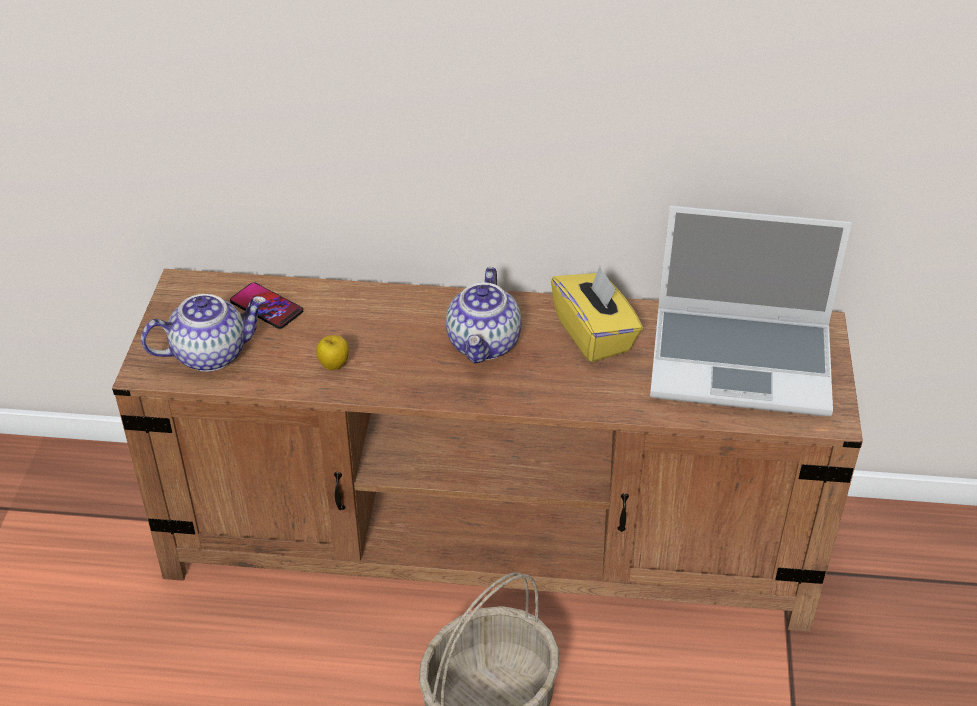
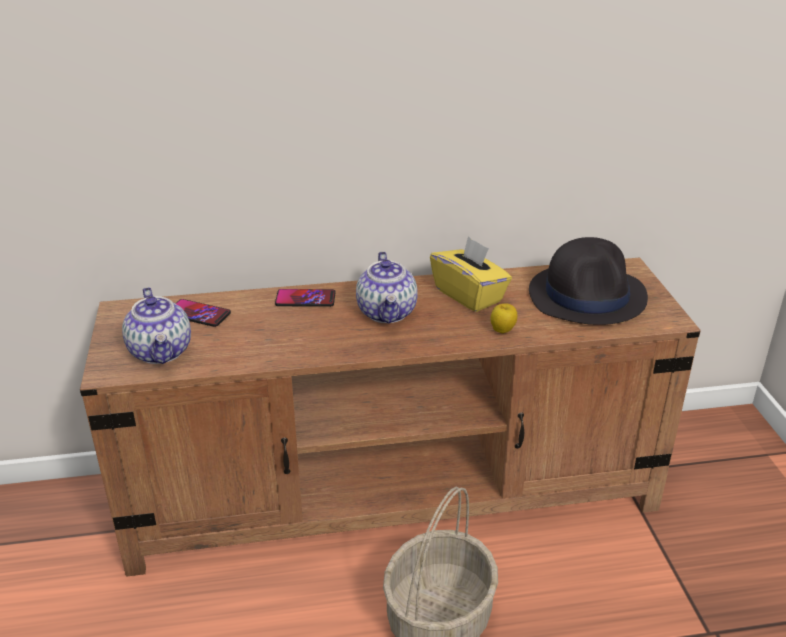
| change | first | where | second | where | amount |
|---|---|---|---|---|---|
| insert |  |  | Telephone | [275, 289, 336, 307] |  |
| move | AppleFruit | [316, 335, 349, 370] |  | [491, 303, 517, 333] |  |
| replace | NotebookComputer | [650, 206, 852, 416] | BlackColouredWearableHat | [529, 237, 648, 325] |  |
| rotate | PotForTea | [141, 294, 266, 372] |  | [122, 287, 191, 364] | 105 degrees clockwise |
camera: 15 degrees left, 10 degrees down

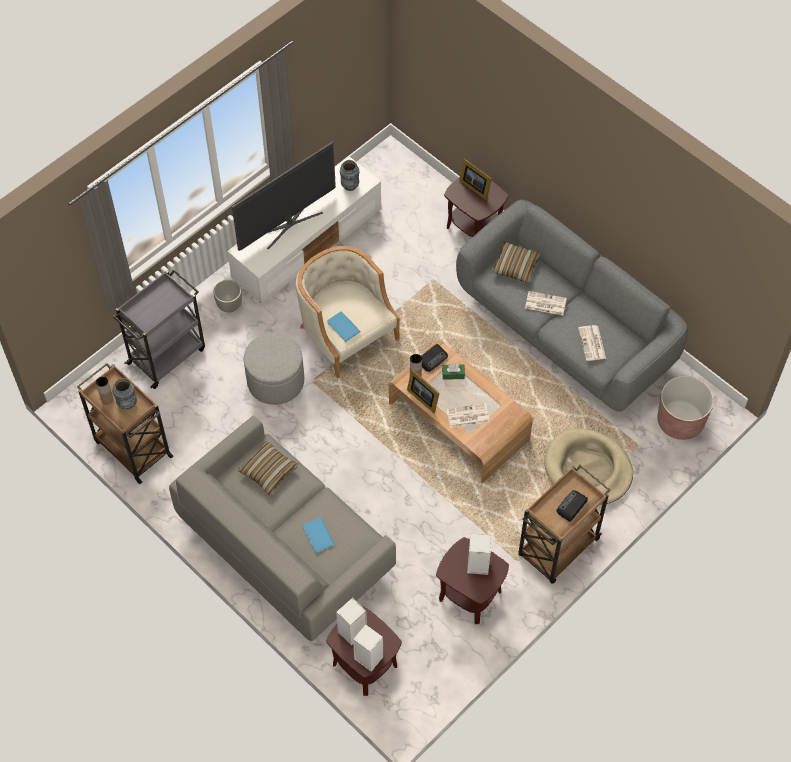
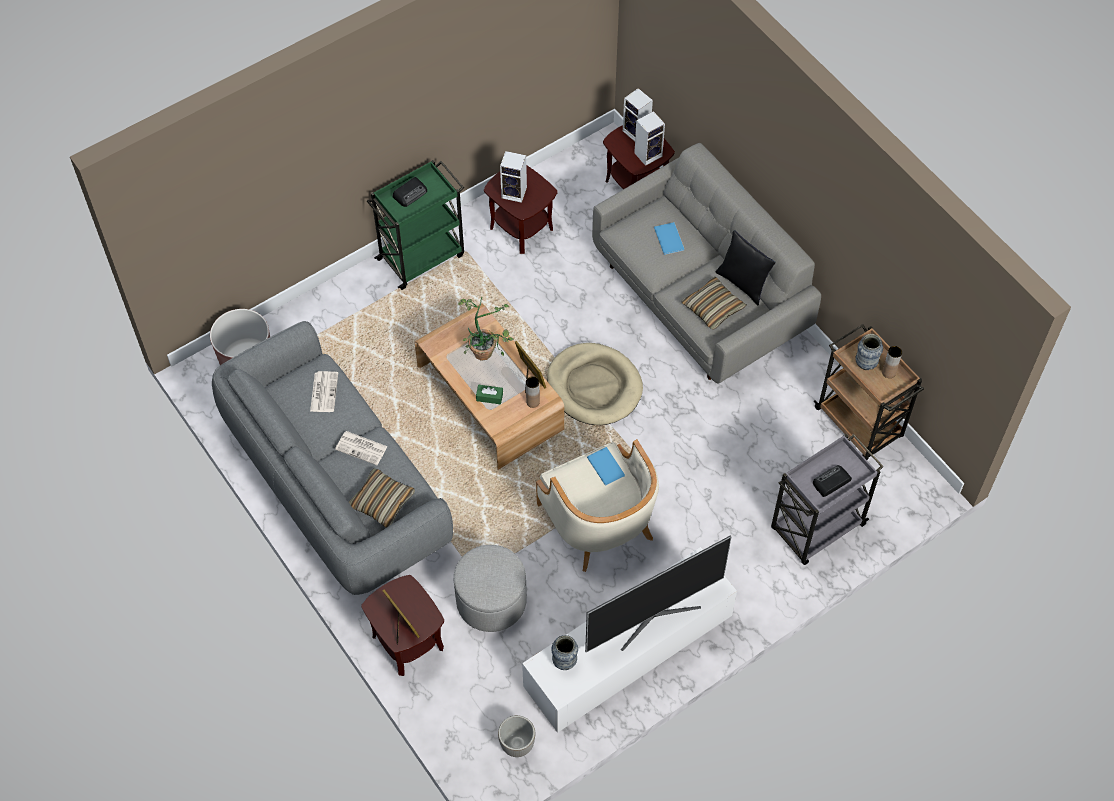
| change | first | where | second | where | amount |
|---|---|---|---|---|---|
| insert |  |  | BlackColouredCushion | [716, 230, 776, 305] |  |
| move | FlowerPot | [213, 280, 242, 312] |  | [498, 715, 535, 757] |  |
| move | GreyishFootrest | [244, 333, 304, 405] |  | [454, 545, 527, 632] |  |
| move | RadioSet | [421, 344, 448, 372] |  | [813, 465, 852, 497] |  |
| move | BeigeColouredPetBed | [545, 428, 633, 505] |  | [547, 343, 643, 425] |  |
| replace | Newspaper | [447, 403, 489, 428] | PlantInAPot | [458, 297, 514, 361] |  |
| recolor | BrownColouredCart | [518, 465, 610, 584] | GreenCart | [367, 160, 464, 290] |  |
camera: 170 degrees left, 0 degrees up

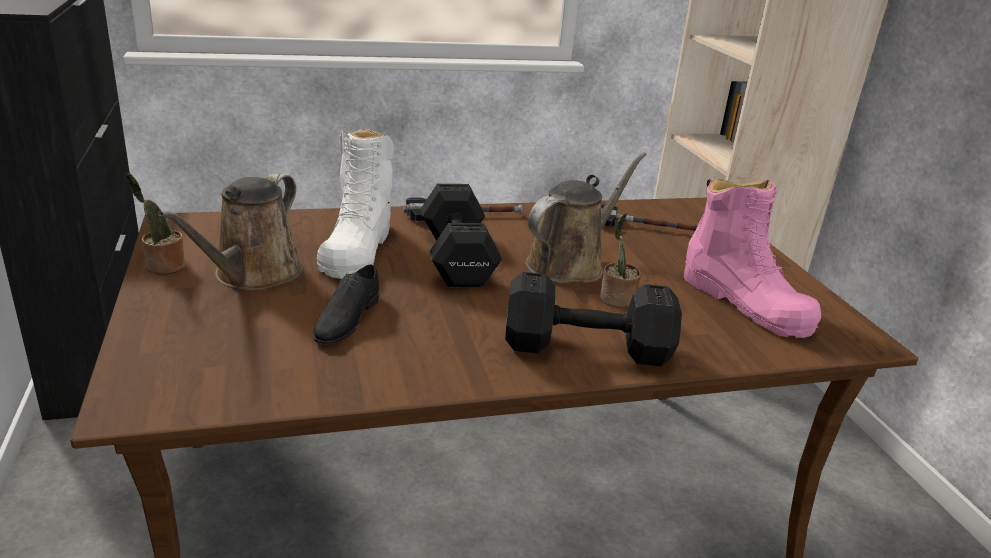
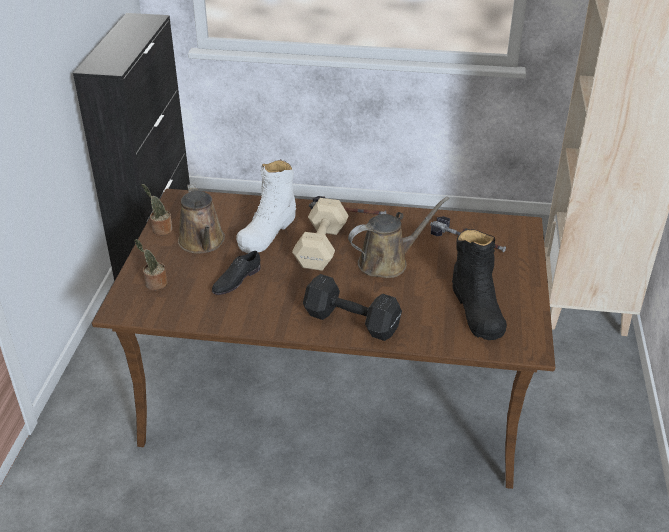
| change | first | where | second | where | amount |
|---|---|---|---|---|---|
| move | PlantInAPot | [600, 213, 641, 308] |  | [135, 239, 167, 290] |  |
| recolor | BlackColouredFreeWeight | [421, 184, 502, 287] | BeigeColouredFreeWeight | [292, 198, 349, 271] |  |
| recolor | PinkBoot | [683, 178, 821, 338] | BlackColouredBoot | [452, 228, 507, 340] |  |
| rotate | BrownColouredSprinklingCan | [158, 173, 303, 291] |  | [178, 183, 225, 254] | 60 degrees counterclockwise |
camera: 25 degrees right, 10 degrees up

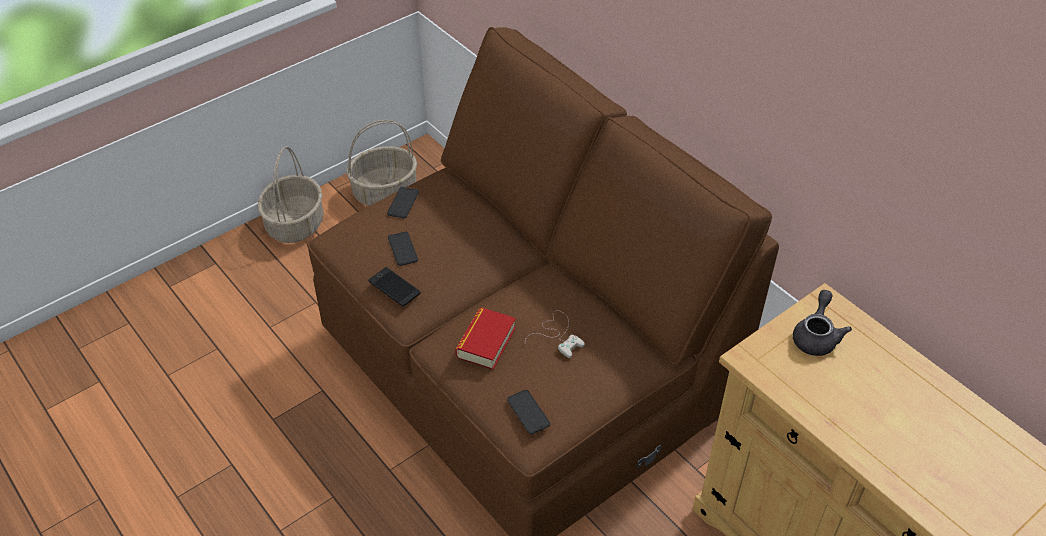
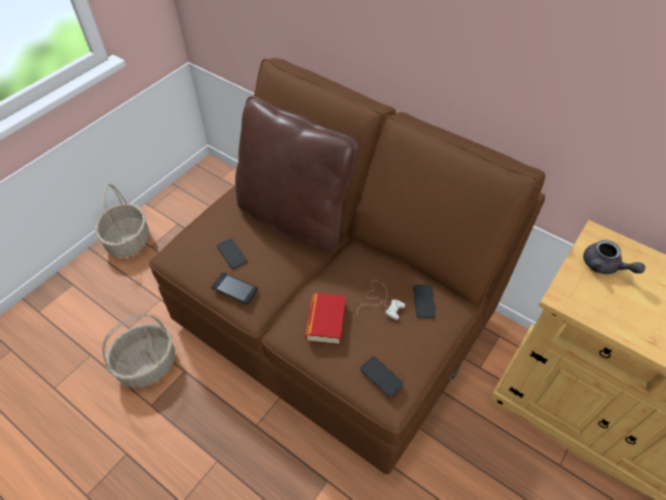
| change | first | where | second | where | amount |
|---|---|---|---|---|---|
| insert |  |  | BrownColouredCushion | [235, 96, 358, 253] |  |
| move | StorageBasket | [347, 120, 417, 206] |  | [102, 314, 175, 388] |  |
| move | Telephone | [387, 187, 419, 218] |  | [413, 285, 436, 318] |  |
| rotate | GreyishPotForTea | [793, 290, 852, 356] |  | [583, 240, 645, 274] | 135 degrees clockwise |
camera: 15 degrees left, 5 degrees up

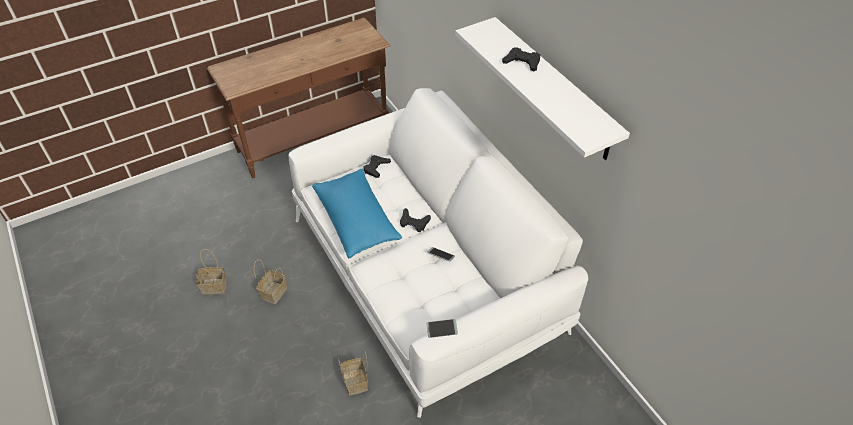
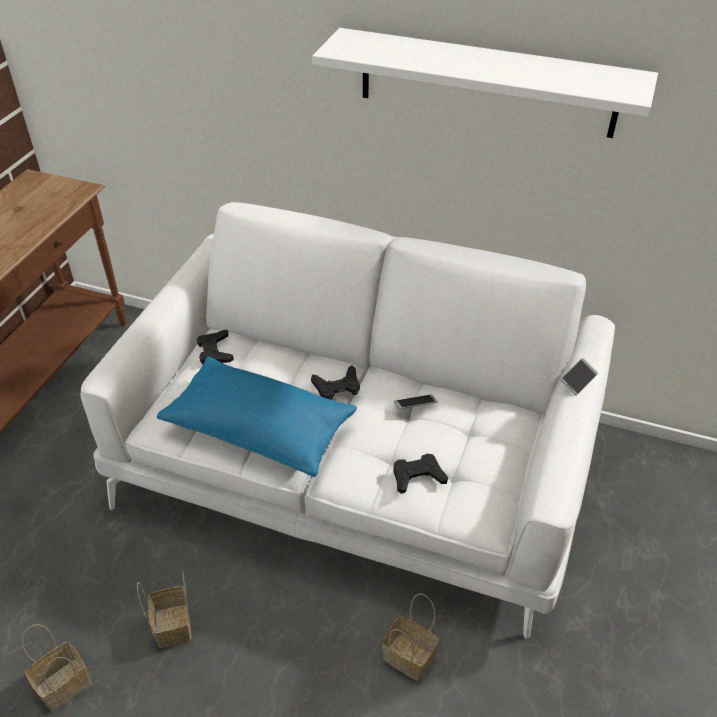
| change | first | where | second | where | amount |
|---|---|---|---|---|---|
| move | Telephone | [426, 319, 458, 338] |  | [561, 358, 598, 396] |  |
| move | BlackColouredGamepad | [502, 47, 540, 72] |  | [393, 454, 448, 494] |  |
camera: 40 degrees left, 5 degrees down

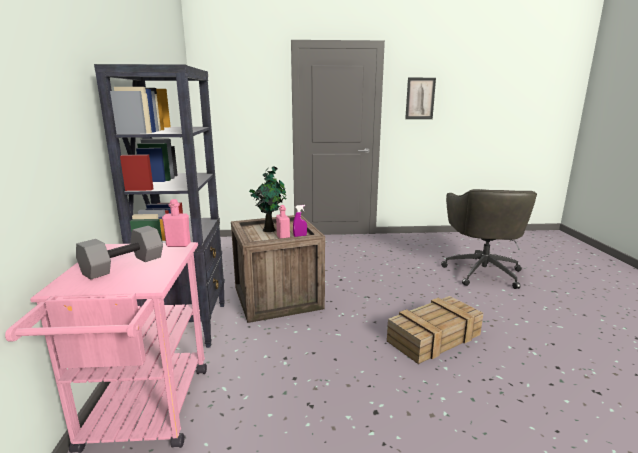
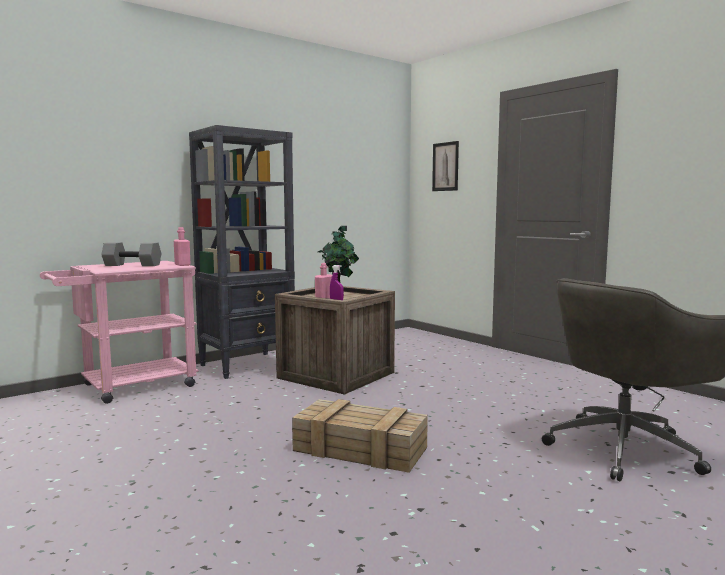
| change | first | where | second | where | amount |
|---|---|---|---|---|---|
| move | WallPicture | [405, 78, 436, 119] |  | [432, 141, 459, 191] |  |
camera: 55 degrees right, 10 degrees down

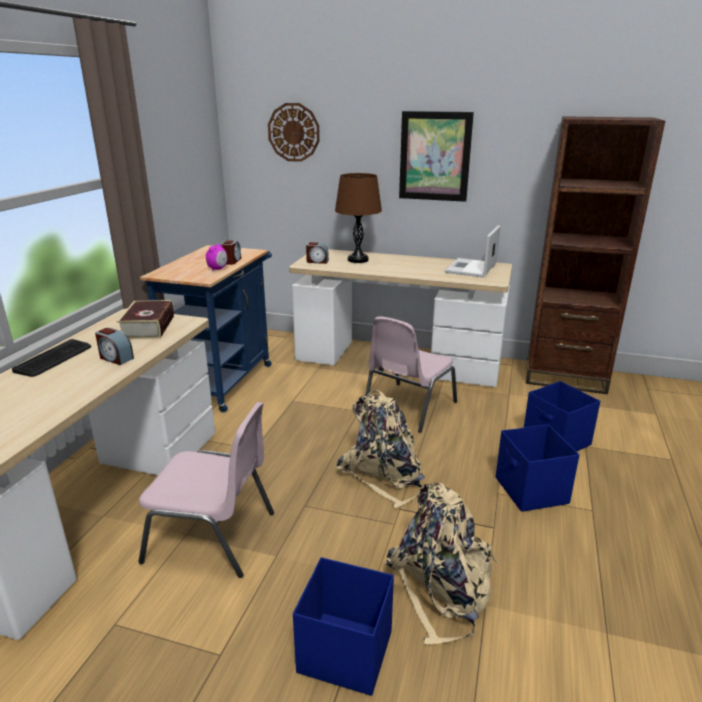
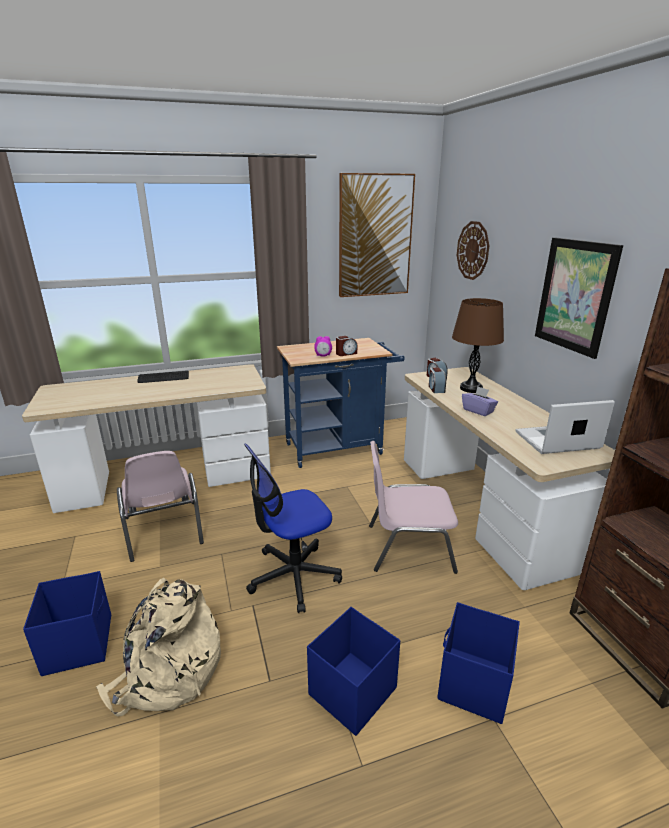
| change | first | where | second | where | amount |
|---|---|---|---|---|---|
| delete | Book | [117, 300, 174, 339] |  |  |  |
| insert |  |  | WallPicture | [339, 173, 415, 297] |  |
| insert |  |  | PurpleTissueBox | [462, 386, 498, 416] |  |
| move | AlarmClock | [95, 328, 134, 365] |  | [429, 368, 446, 393] |  |
| replace | BeigeColouredBackpack | [336, 390, 425, 508] | DeskChair | [244, 443, 342, 613] |  |
camera: 55 degrees right, 0 degrees up

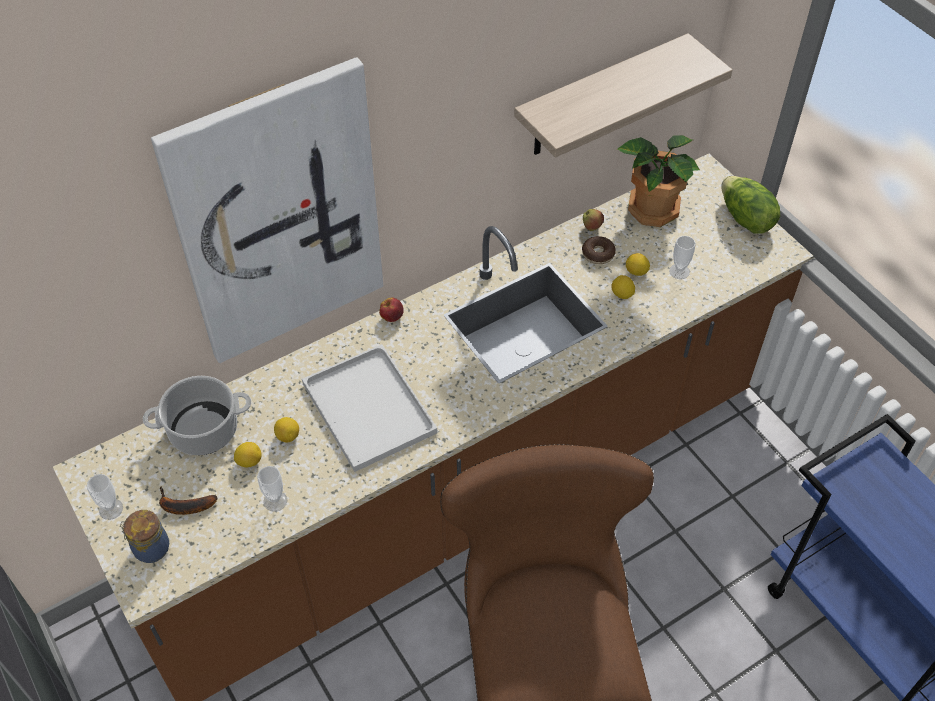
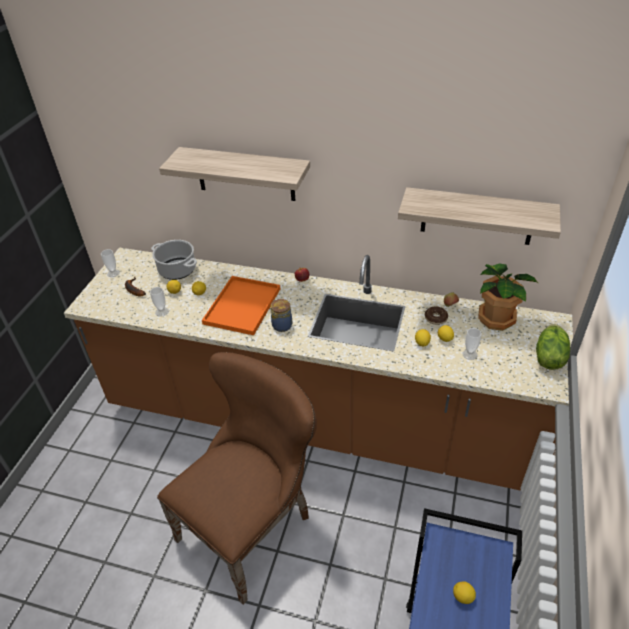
| change | first | where | second | where | amount |
|---|---|---|---|---|---|
| insert |  |  | WholeLemon | [453, 581, 476, 604] |  |
| move | PreserveJar | [120, 510, 169, 563] |  | [270, 299, 292, 332] |  |
| replace | WallPicture | [151, 57, 383, 363] | BracketShelf | [159, 147, 310, 201] |  |
| recolor | WhiteColouredServingTray | [302, 344, 437, 472] | OrangeServingTray | [202, 276, 280, 335] |  |
camera: 50 degrees right, 10 degrees down

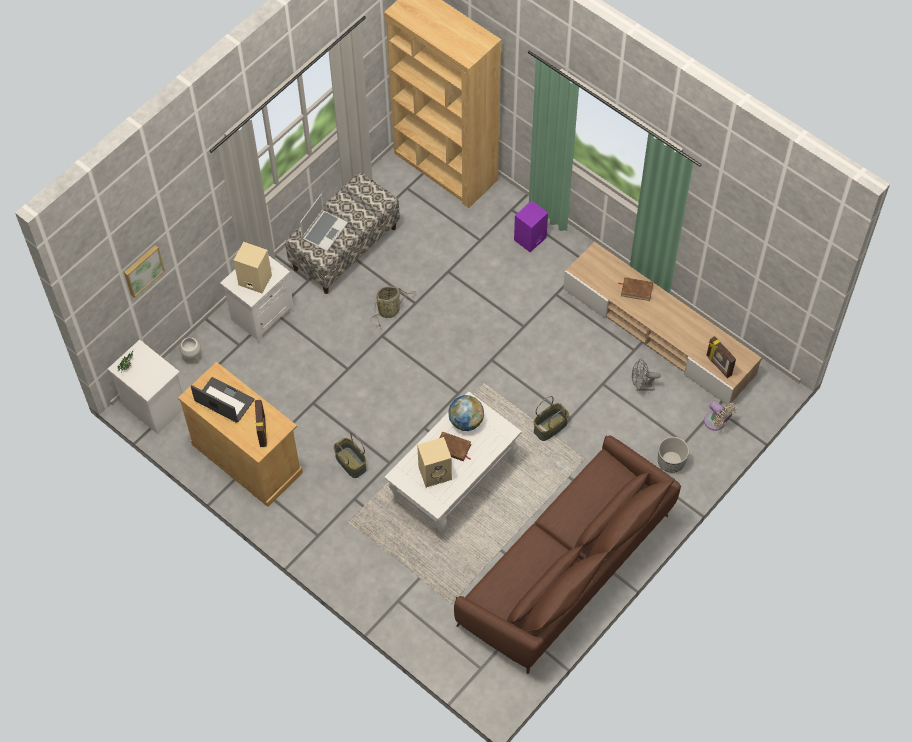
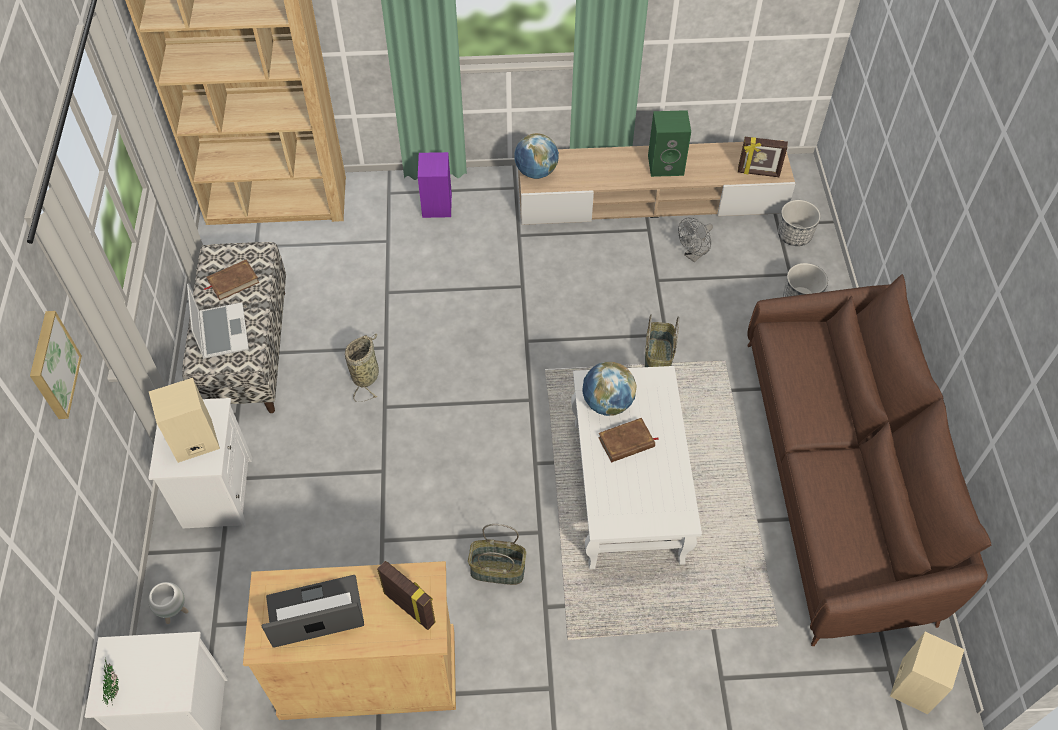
| change | first | where | second | where | amount |
|---|---|---|---|---|---|
| insert |  |  | Globe | [514, 133, 559, 179] |  |
| insert |  |  | GreenSpeaker | [648, 110, 691, 177] |  |
| move | WallPicture | [124, 245, 165, 298] |  | [30, 311, 82, 419] |  |
| move | BeigeColouredSpeaker | [417, 437, 452, 488] |  | [890, 632, 965, 714] |  |
| move | BrownColouredBook | [618, 277, 653, 301] |  | [204, 260, 259, 300] |  |
| replace | BeigeColouredCoolingFan | [704, 400, 737, 431] | FlowerPot | [778, 200, 821, 246] |  |
camera: 45 degrees left, 5 degrees down

